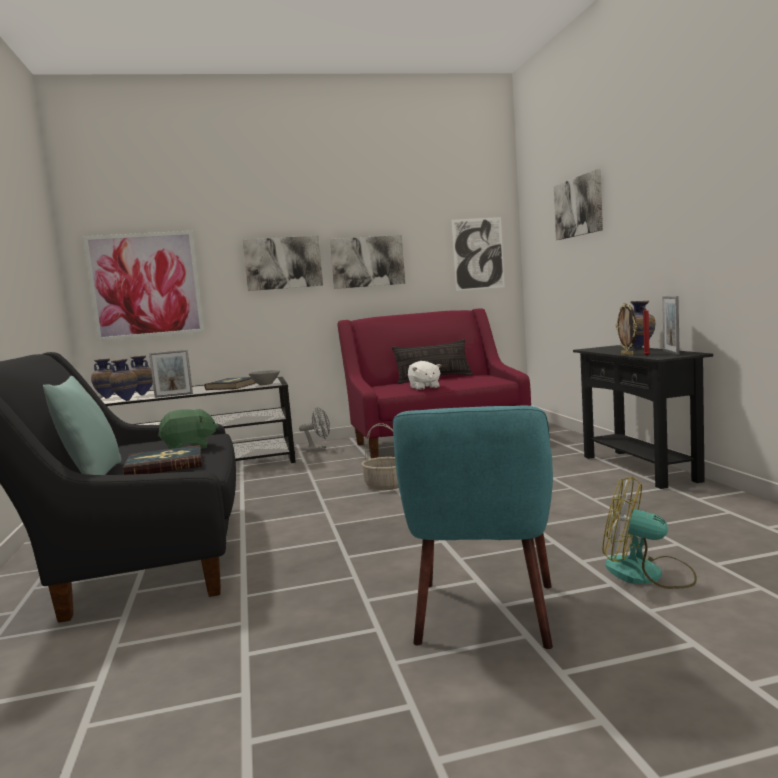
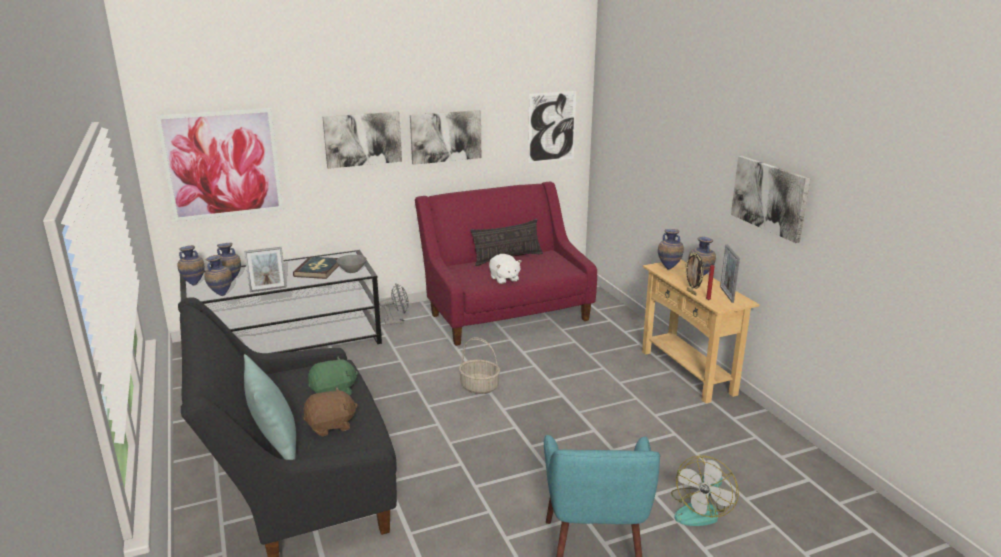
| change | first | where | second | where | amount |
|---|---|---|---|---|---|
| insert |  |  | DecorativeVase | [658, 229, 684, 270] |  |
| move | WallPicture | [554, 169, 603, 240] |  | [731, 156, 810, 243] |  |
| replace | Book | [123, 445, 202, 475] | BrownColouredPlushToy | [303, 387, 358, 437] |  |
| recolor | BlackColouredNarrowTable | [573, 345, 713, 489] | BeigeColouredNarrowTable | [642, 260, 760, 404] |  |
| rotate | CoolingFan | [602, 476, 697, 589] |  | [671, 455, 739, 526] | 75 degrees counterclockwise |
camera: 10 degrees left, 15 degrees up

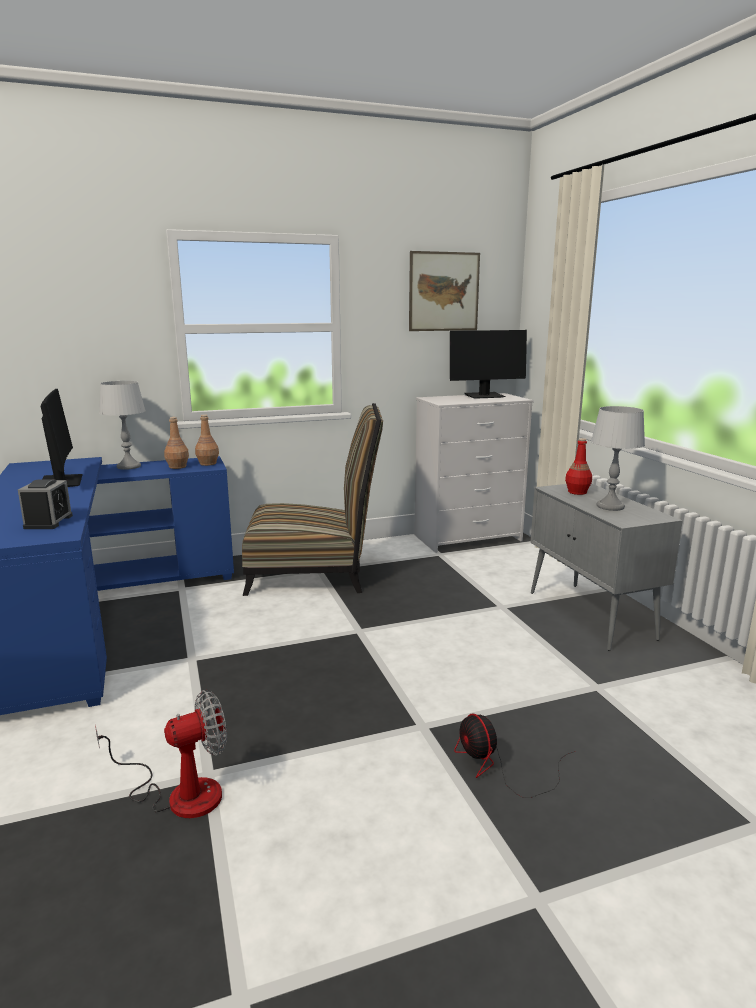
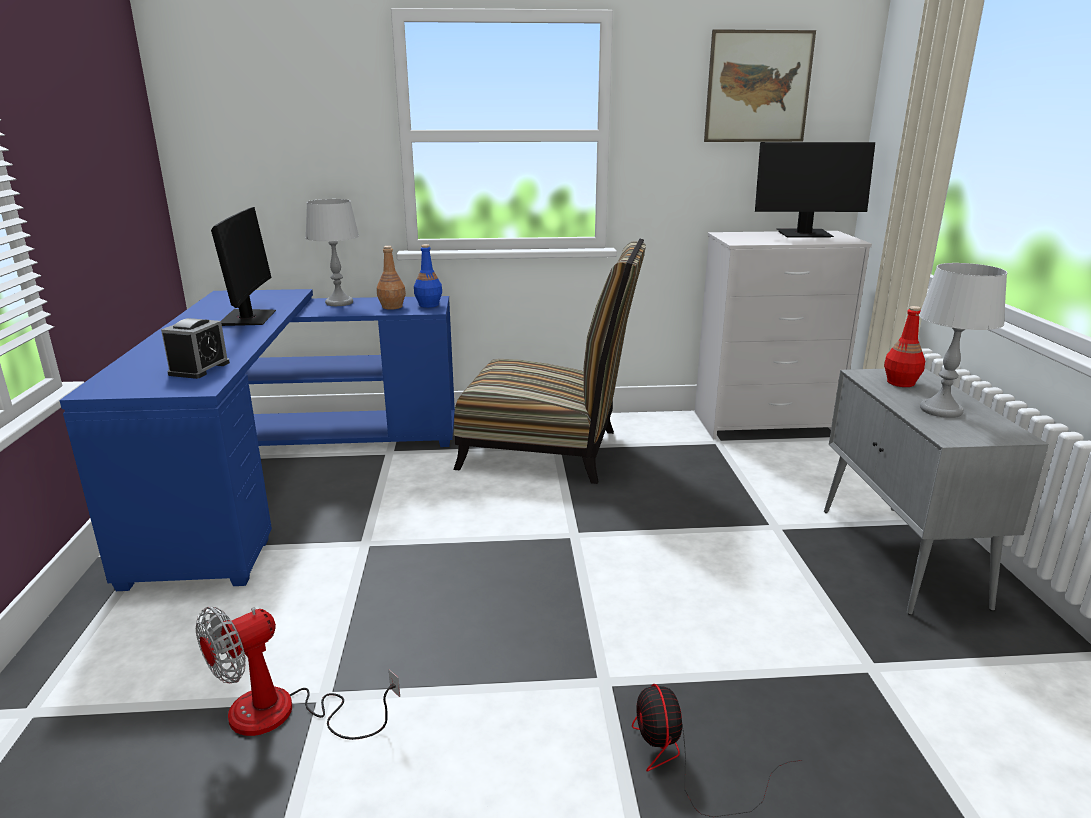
| change | first | where | second | where | amount |
|---|---|---|---|---|---|
| recolor | BrownColouredBottle | [195, 415, 219, 466] | BluishBottle | [414, 244, 442, 308] |  |
| rotate | CoolingFan | [95, 690, 227, 818] |  | [196, 607, 400, 740] | 150 degrees clockwise |
camera: 15 degrees right, 5 degrees up

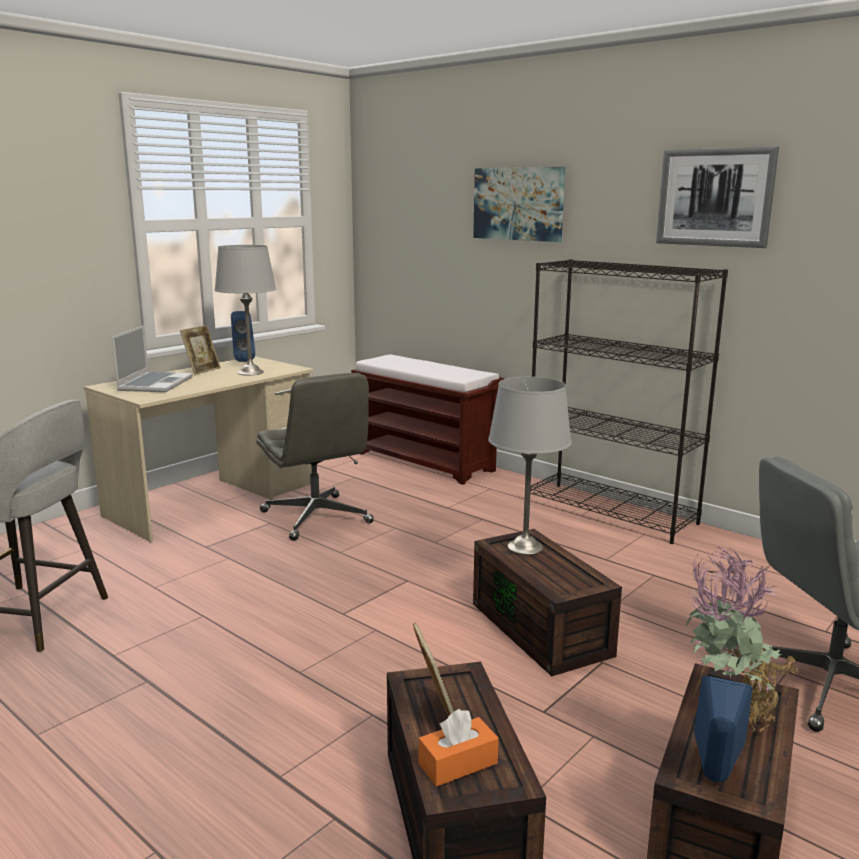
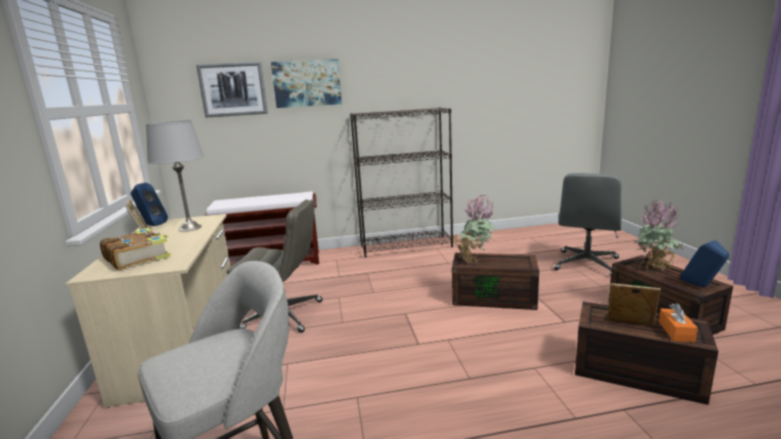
| change | first | where | second | where | amount |
|---|---|---|---|---|---|
| move | WallPicture | [656, 147, 779, 248] |  | [196, 62, 268, 118] |  |
| replace | NotebookComputer | [112, 325, 193, 392] | Book | [100, 228, 171, 270] |  |
| replace | GreyishTableLamp | [488, 377, 572, 555] | PlantInAPot | [452, 195, 495, 263] |  |
camera: 50 degrees left, 0 degrees up

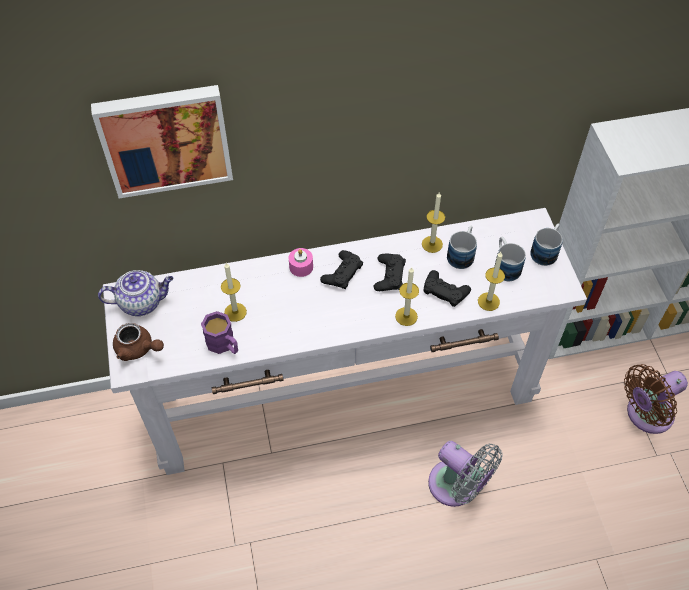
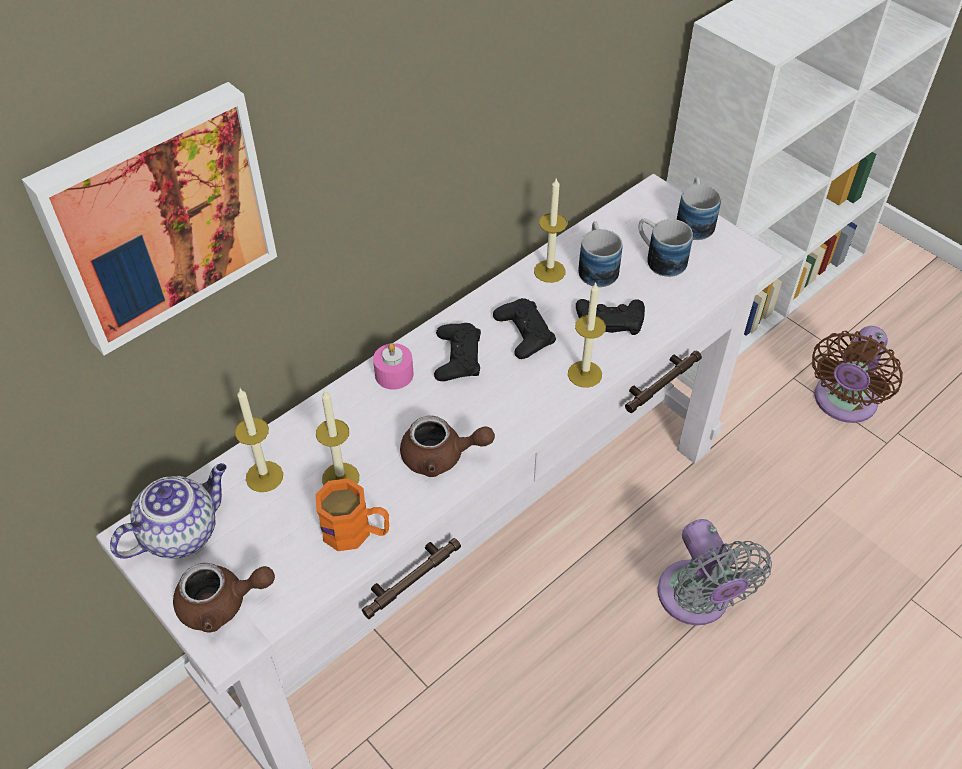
| change | first | where | second | where | amount |
|---|---|---|---|---|---|
| insert |  |  | BrownColouredPotForTea | [400, 416, 495, 477] |  |
| move | WaxCandle | [478, 252, 505, 311] |  | [235, 389, 283, 492] |  |
| recolor | PurpleCoffeeMug | [201, 311, 238, 354] | OrangeCoffeeMug | [315, 478, 389, 551] |  |
| rotate | GreyishCoolingFan | [428, 441, 503, 507] |  | [658, 519, 772, 625] | 60 degrees clockwise |
camera: 30 degrees left, 5 degrees down

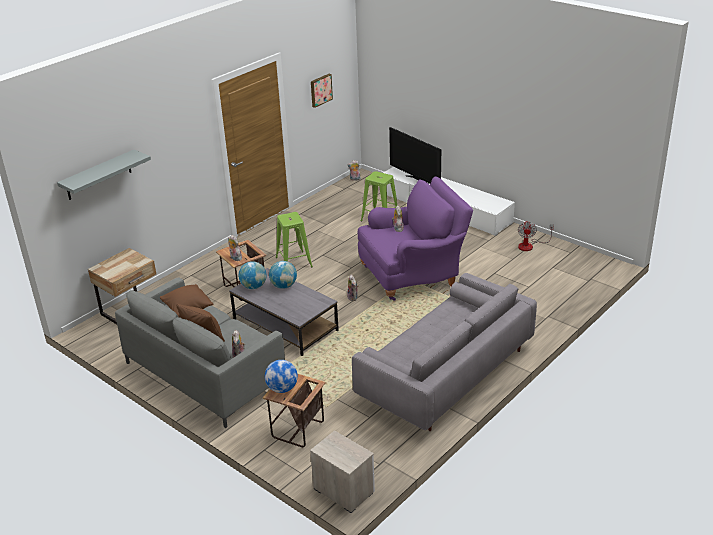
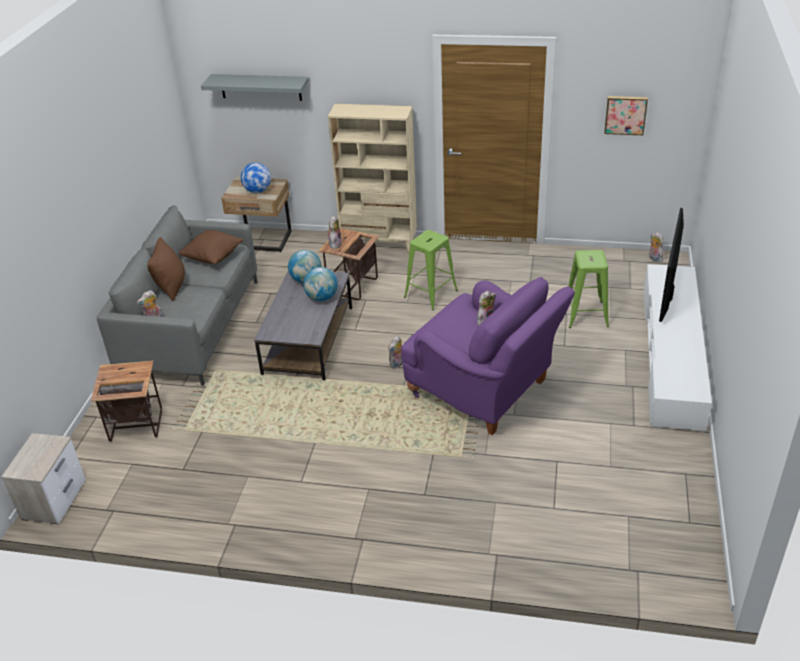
| change | first | where | second | where | amount |
|---|---|---|---|---|---|
| delete | GreyishSofa | [352, 273, 537, 431] |  |  |  |
| delete | CoolingFan | [518, 221, 554, 251] |  |  |  |
| insert |  |  | BeigeColouredBookshelf | [328, 104, 417, 254] |  |
| move | Globe | [265, 360, 298, 393] |  | [241, 163, 271, 193] |  |
camera: 60 degrees right, 5 degrees up

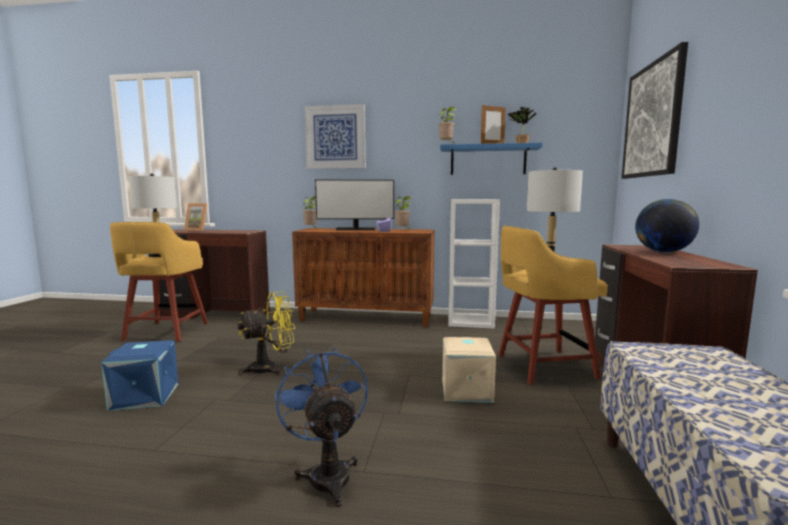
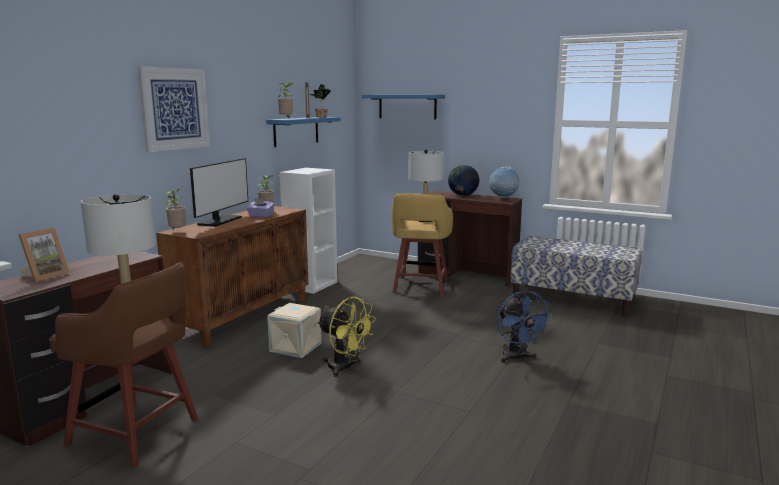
| change | first | where | second | where | amount |
|---|---|---|---|---|---|
| delete | BluishStorageBin | [101, 340, 178, 411] |  |  |  |
| insert |  |  | Globe | [489, 166, 520, 198] |  |
| move | BeigeColouredStorageBin | [442, 337, 496, 403] |  | [267, 303, 322, 358] |  |
| replace | WallPicture | [622, 42, 688, 179] | BluishBracketShelf | [362, 95, 445, 119] |  |
| recolor | YellowColouredStool | [110, 222, 208, 342] | BrownColouredStool | [49, 262, 198, 467] |  |
| rotate | YellowColouredCoolingFan | [238, 292, 295, 375] |  | [317, 297, 376, 377] | 135 degrees clockwise |
| rotate | BluishCoolingFan | [275, 348, 368, 507] |  | [497, 290, 553, 363] | 105 degrees counterclockwise |
camera: 70 degrees left, 5 degrees up

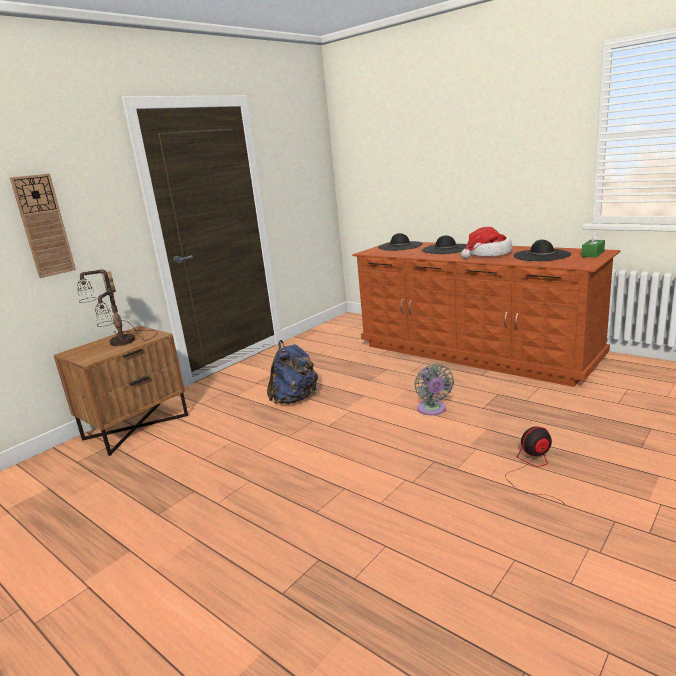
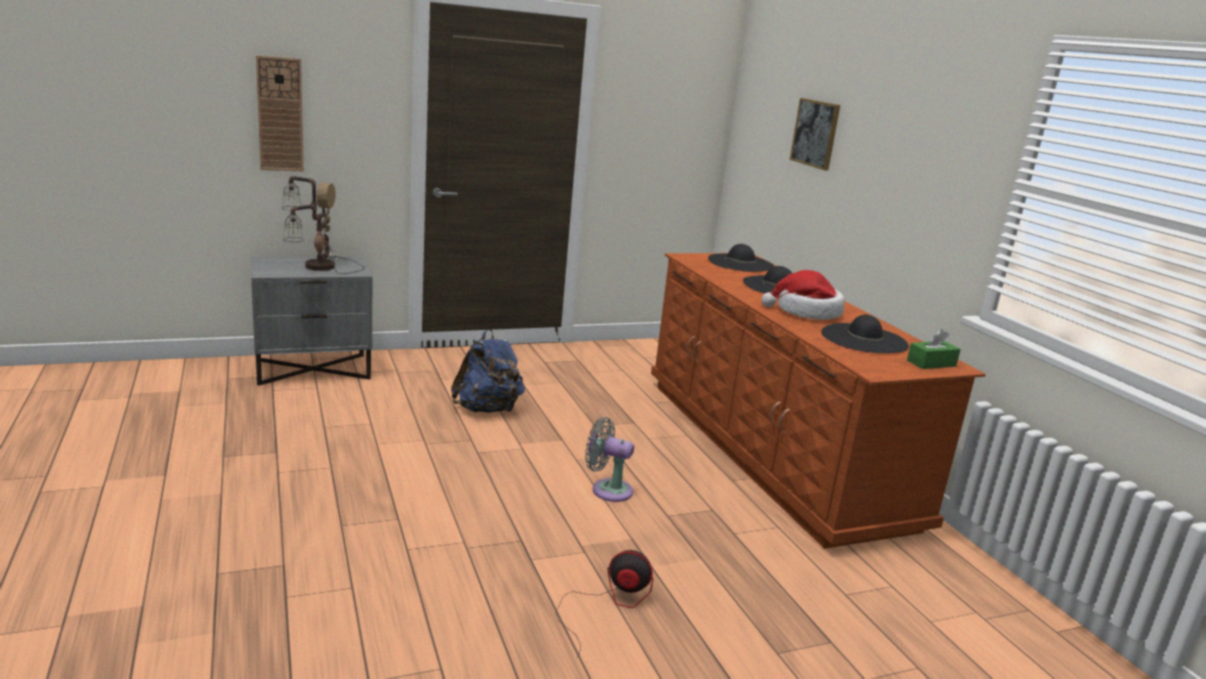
| change | first | where | second | where | amount |
|---|---|---|---|---|---|
| insert |  |  | WallPicture | [790, 98, 840, 171] |  |
| recolor | BrownColouredBedsideTable | [54, 326, 188, 456] | GreyishBedsideTable | [251, 257, 372, 386] |  |
| rotate | GreyishCoolingFan | [414, 364, 454, 415] |  | [585, 417, 634, 502] | 90 degrees clockwise |
camera: 25 degrees right, 0 degrees up

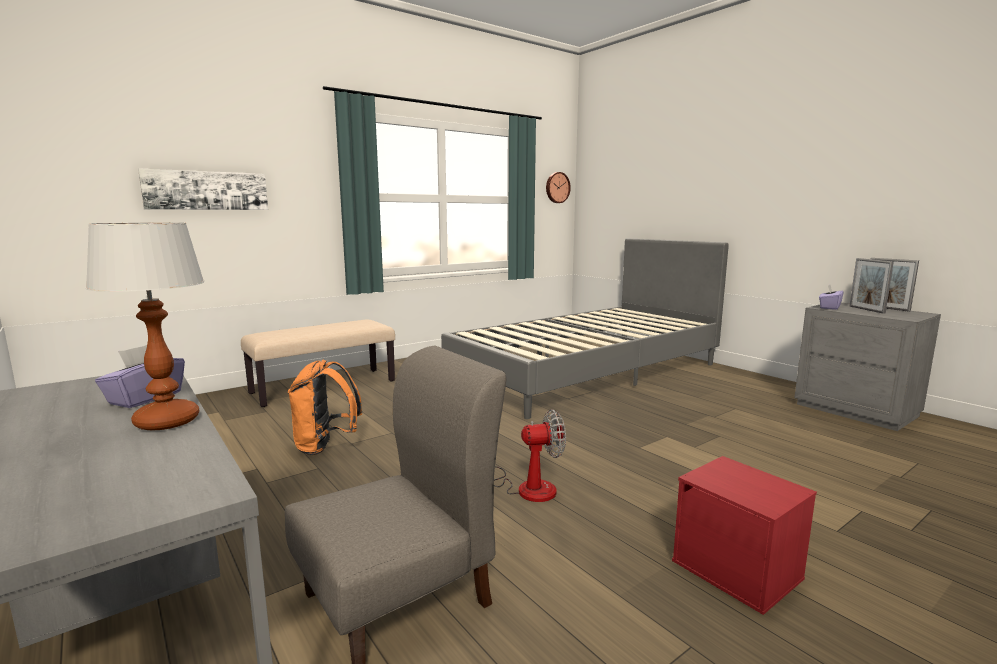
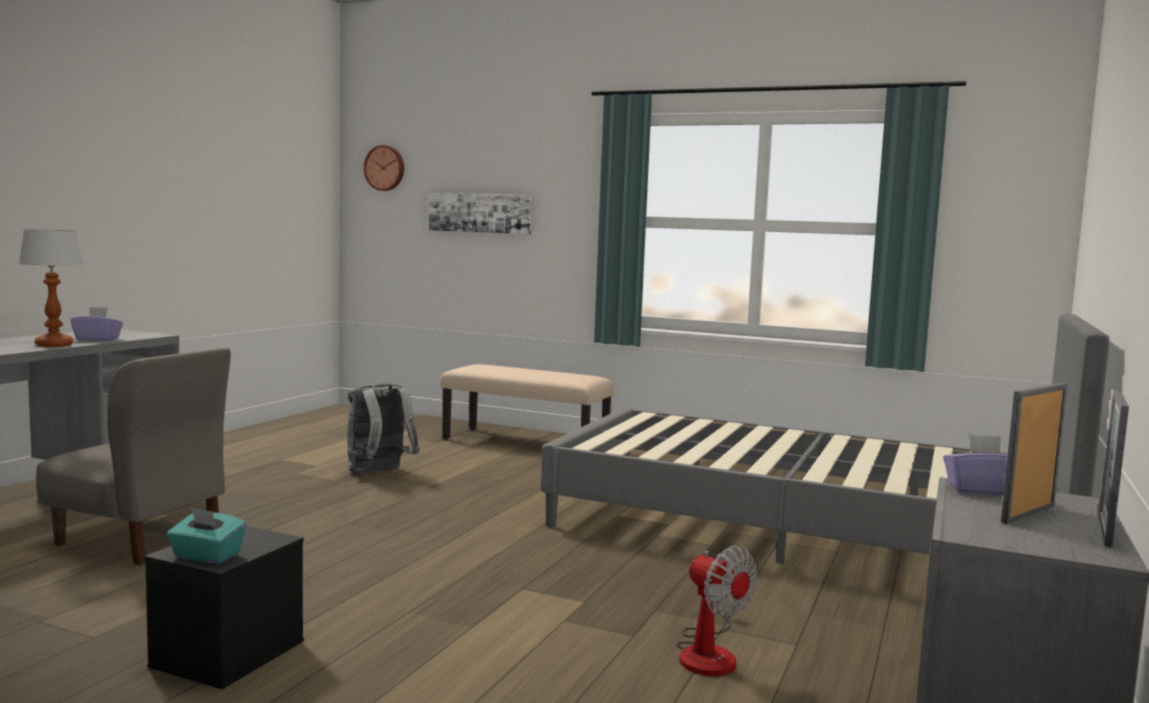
| change | first | where | second | where | amount |
|---|---|---|---|---|---|
| insert |  |  | BlueGreenTissueBox | [167, 507, 246, 564] |  |
| move | CoolingFan | [494, 409, 566, 502] |  | [676, 546, 757, 676] |  |
| move | HangingClock | [546, 172, 571, 203] |  | [364, 145, 404, 191] |  |
| recolor | OrangeBackpack | [288, 360, 362, 455] | GreyishBackpack | [347, 382, 420, 473] |  |
| recolor | RedStorageBin | [672, 456, 817, 615] | BlackColouredStorageBin | [145, 526, 304, 689] |  |
camera: 60 degrees right, 5 degrees down

